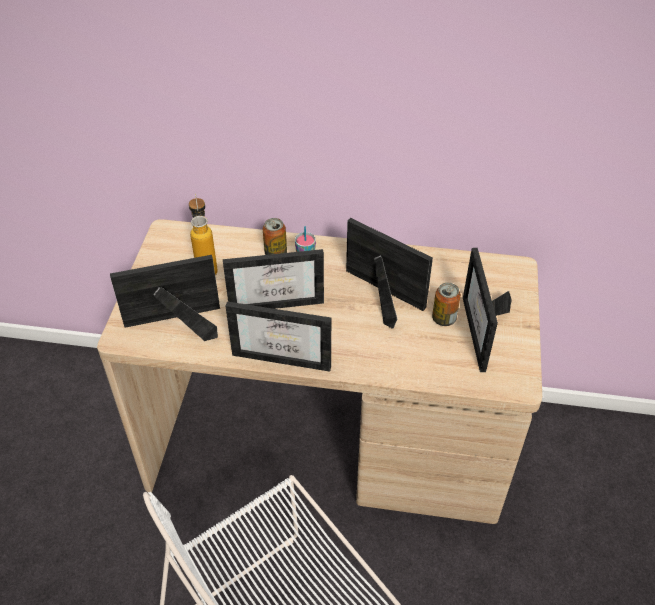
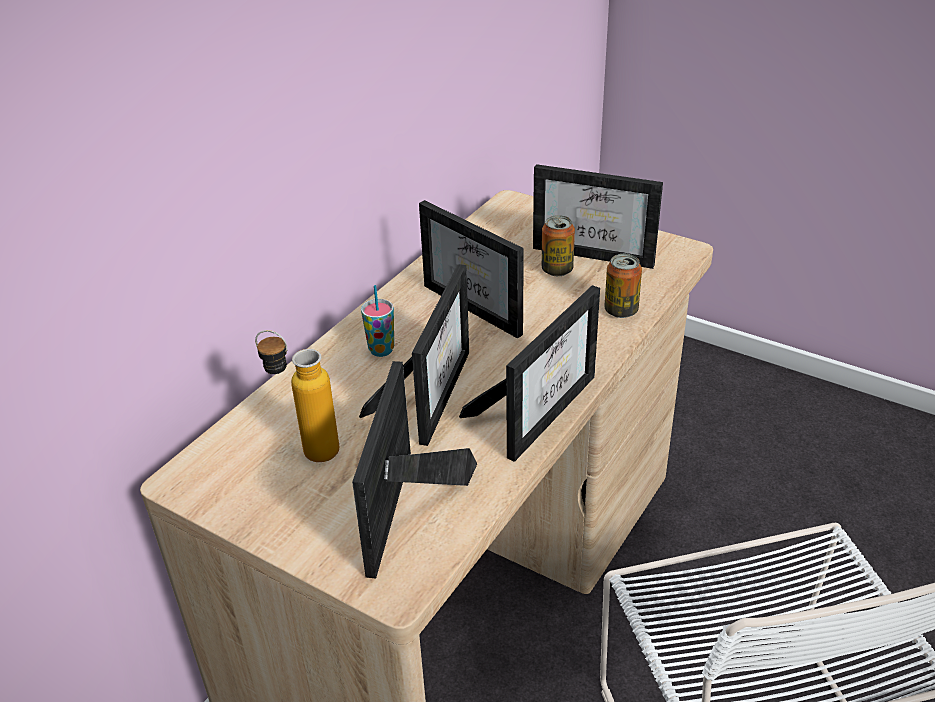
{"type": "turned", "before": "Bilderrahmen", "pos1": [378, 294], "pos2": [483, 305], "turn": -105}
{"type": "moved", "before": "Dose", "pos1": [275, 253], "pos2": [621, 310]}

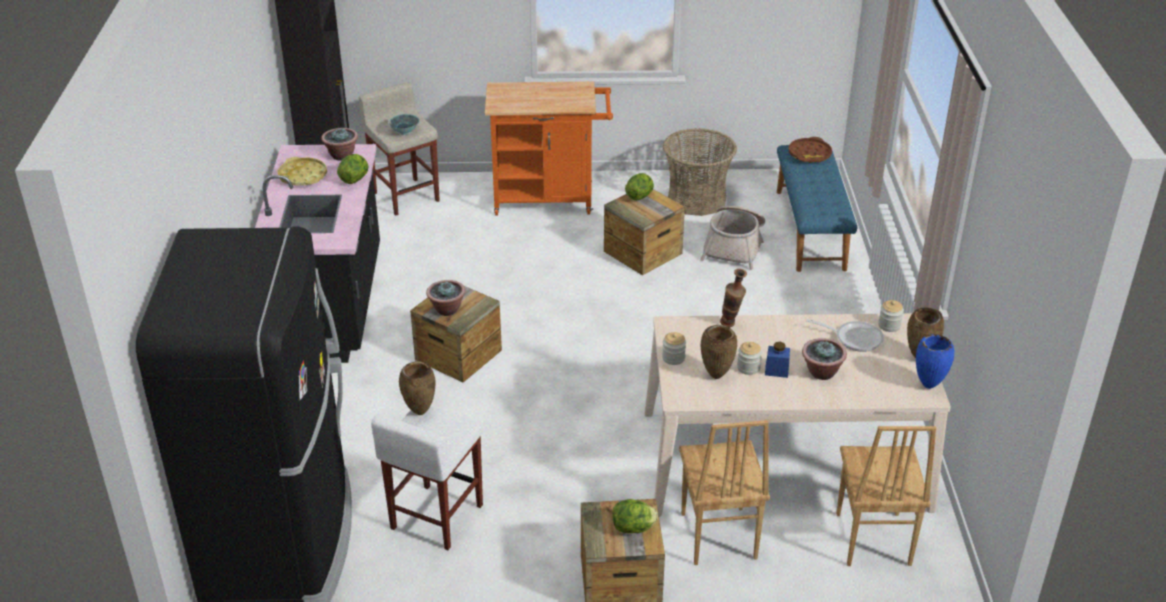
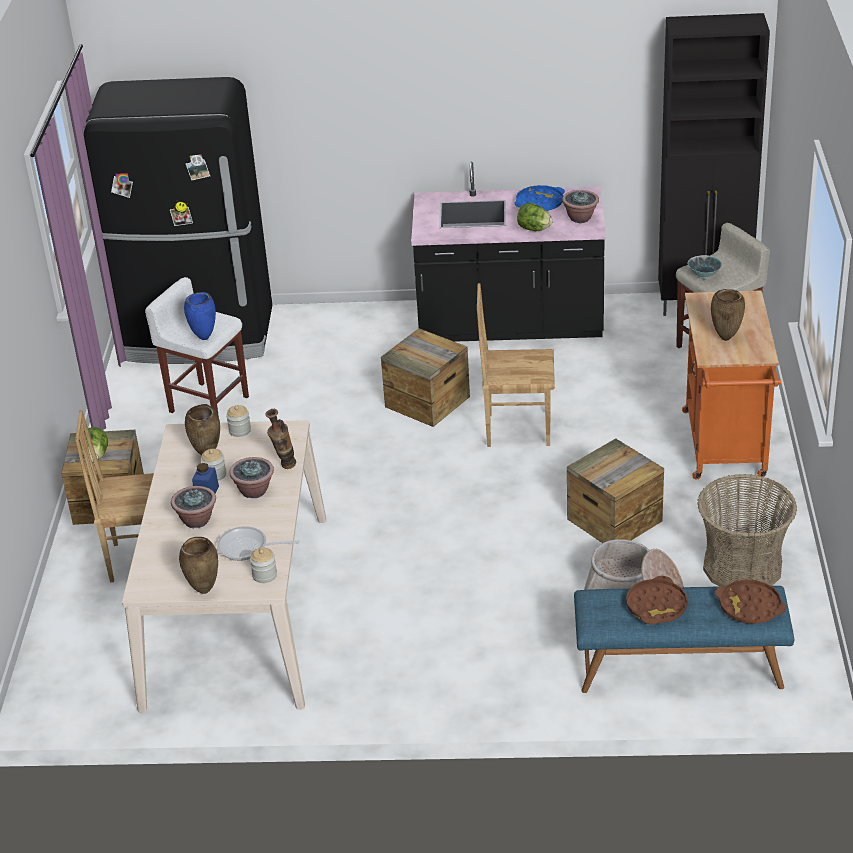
{"type": "moved", "before": "Vase (blau)", "pos1": [928, 386], "pos2": [203, 337]}
{"type": "turned", "before": "Pfanne", "pos1": [854, 338], "pos2": [247, 547], "turn": 75}
{"type": "moved", "before": "Topfpflanze", "pos1": [447, 310], "pos2": [254, 491]}
{"type": "moved", "before": "Stuhl (braun)", "pos1": [871, 540], "pos2": [517, 429]}
{"type": "recoloured", "before": "Tablett (gelb)", "after": "Tablett (blau)", "pos1": [303, 176], "pos2": [539, 203]}
{"type": "added", "after": "Tablett (braun)", "pos2": [656, 606]}
{"type": "moved", "before": "Vase (braun)", "pos1": [419, 412], "pos2": [726, 338]}
{"type": "removed", "before": "Salatkopf", "pos1": [640, 196]}

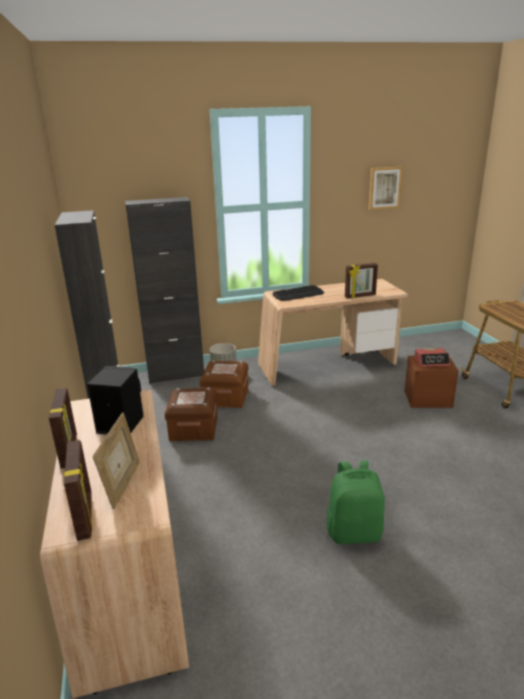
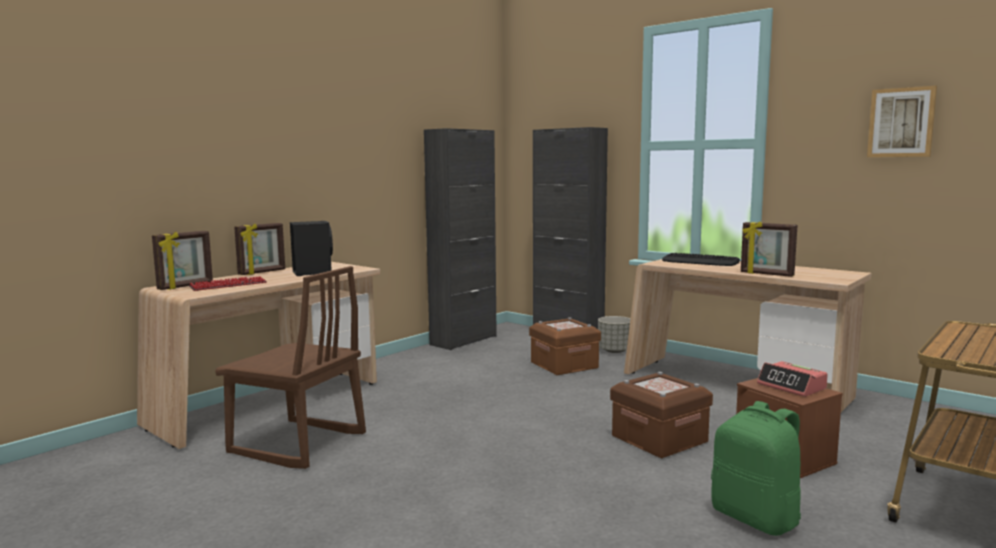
{"type": "replaced", "before": "Bilderrahmen", "after": "Tastatur", "pos1": [123, 485], "pos2": [228, 285]}
{"type": "added", "after": "Stuhl (braun)", "pos2": [297, 444]}
{"type": "moved", "before": "Aufbewahrungsbox (braun)", "pos1": [194, 428], "pos2": [659, 439]}
{"type": "moved", "before": "Rucksack (grün)", "pos1": [354, 532], "pos2": [756, 518]}

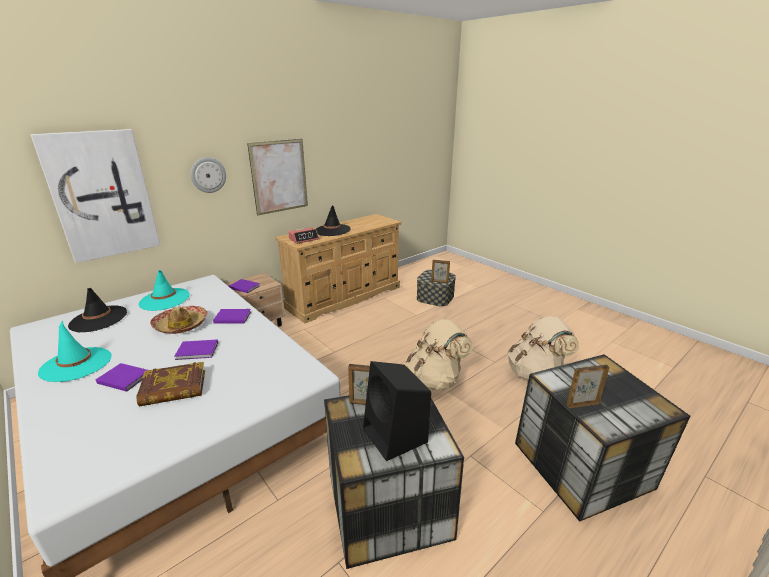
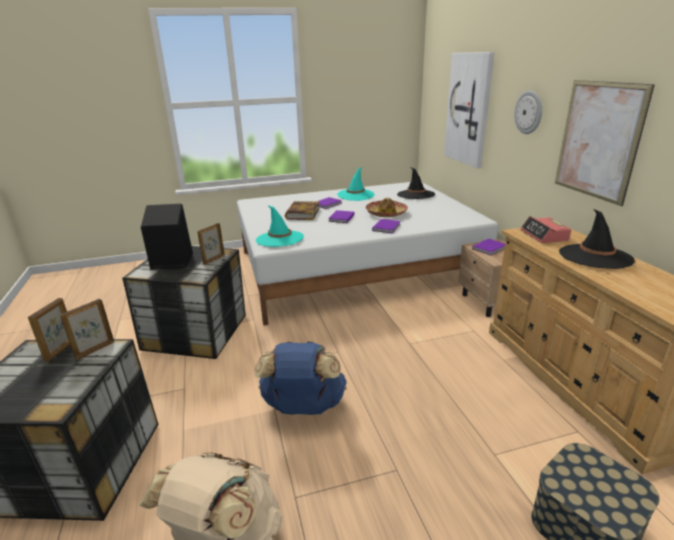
{"type": "moved", "before": "Bilderrahmen", "pos1": [439, 282], "pos2": [94, 350]}
{"type": "moved", "before": "Hut (türkis)", "pos1": [164, 299], "pos2": [279, 239]}
{"type": "recoloured", "before": "Rucksack (beige)", "after": "Rucksack (blau)", "pos1": [435, 379], "pos2": [303, 408]}

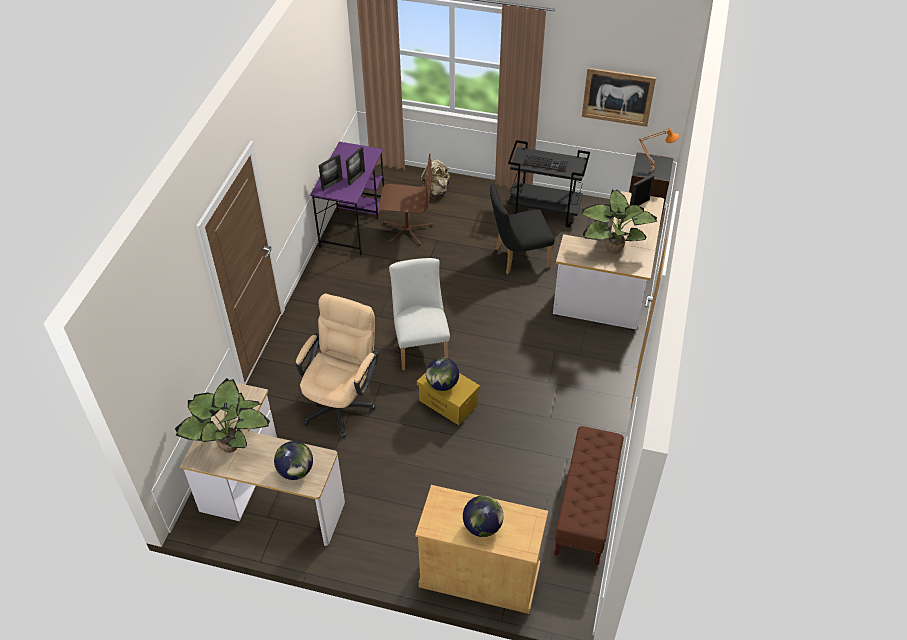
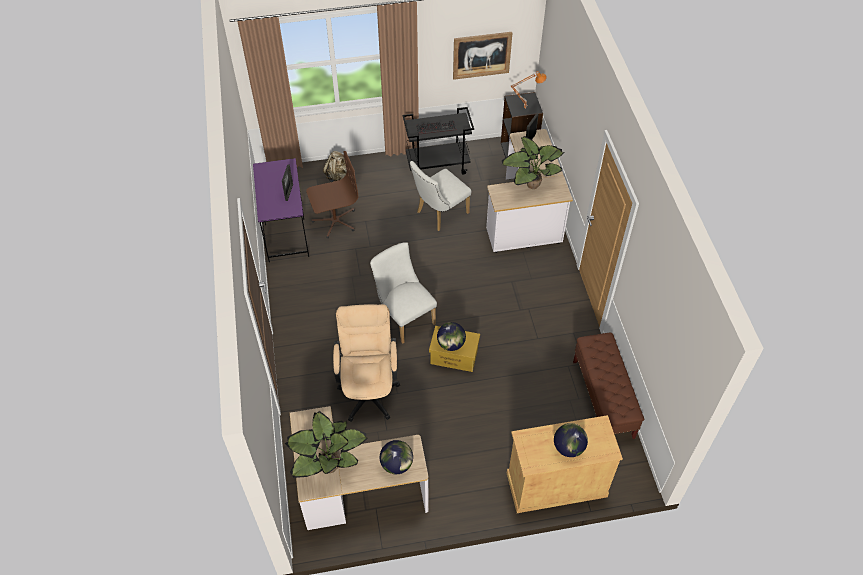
{"type": "recoloured", "before": "Stuhl (schwarz)", "after": "Stuhl (weiß)", "pos1": [517, 258], "pos2": [439, 214]}
{"type": "removed", "before": "Bilderrahmen", "pos1": [332, 184]}

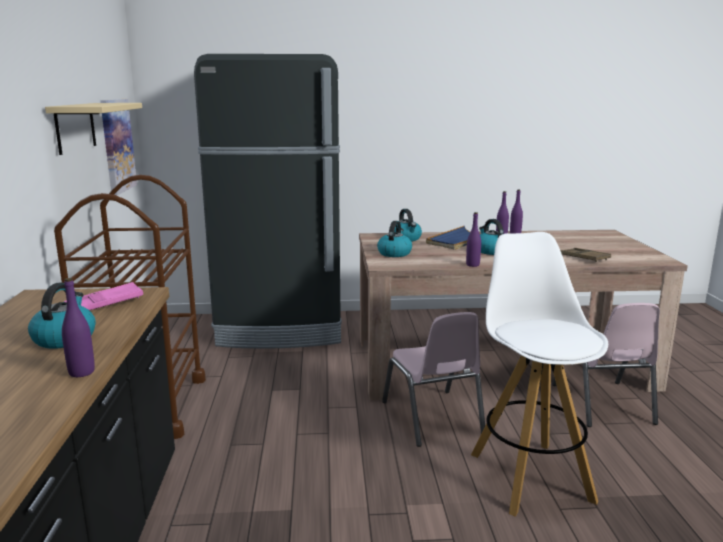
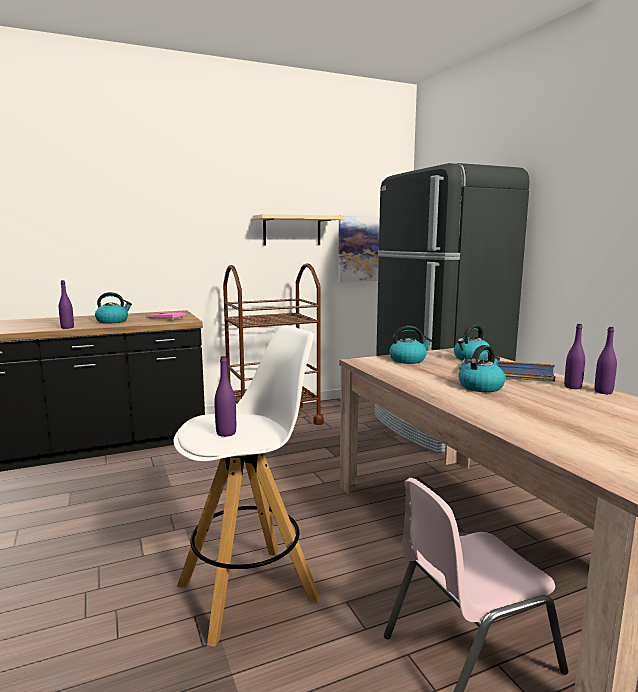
{"type": "moved", "before": "Flasche (lila)", "pos1": [472, 265], "pos2": [226, 433]}
{"type": "removed", "before": "Stuhl (rosa)", "pos1": [432, 418]}
{"type": "removed", "before": "Tablett (braun)", "pos1": [584, 258]}

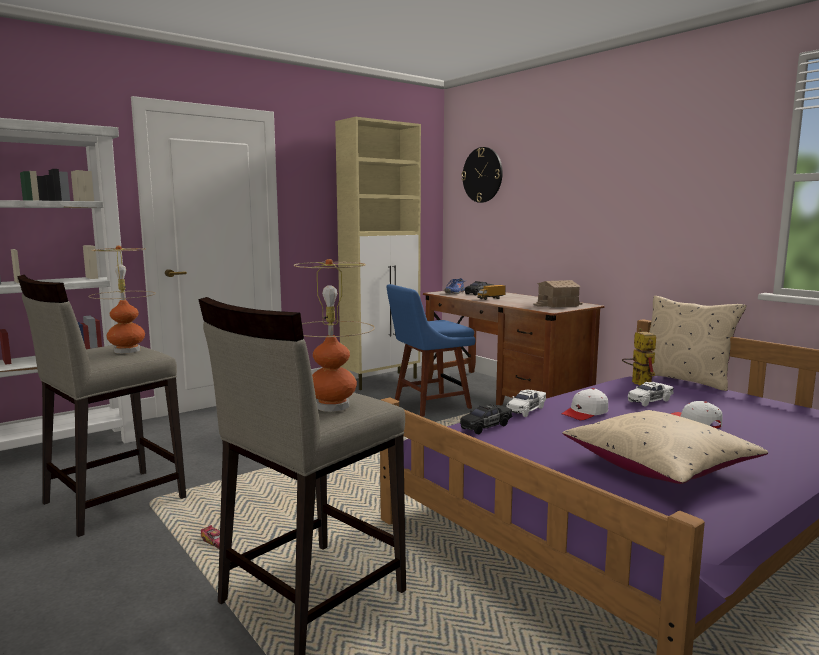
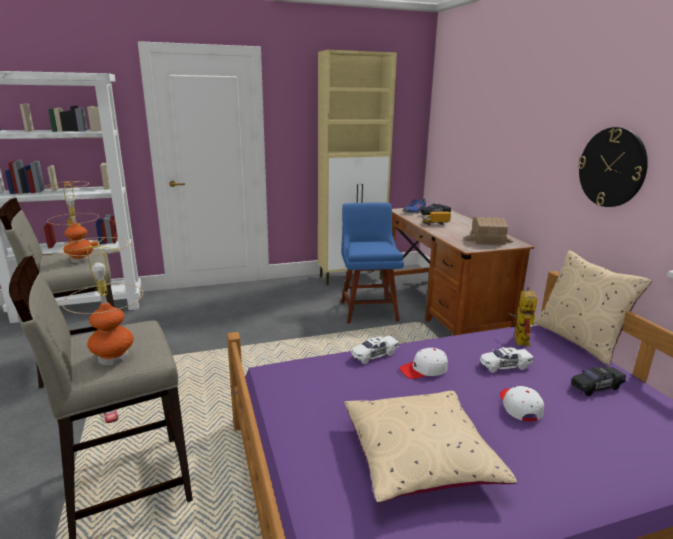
{"type": "turned", "before": "Stuhl (blau)", "pos1": [428, 404], "pos2": [368, 309], "turn": 90}
{"type": "moved", "before": "Spielzeugauto (schwarz)", "pos1": [485, 426], "pos2": [596, 387]}
{"type": "moved", "before": "Wanduhr", "pos1": [482, 175], "pos2": [612, 167]}

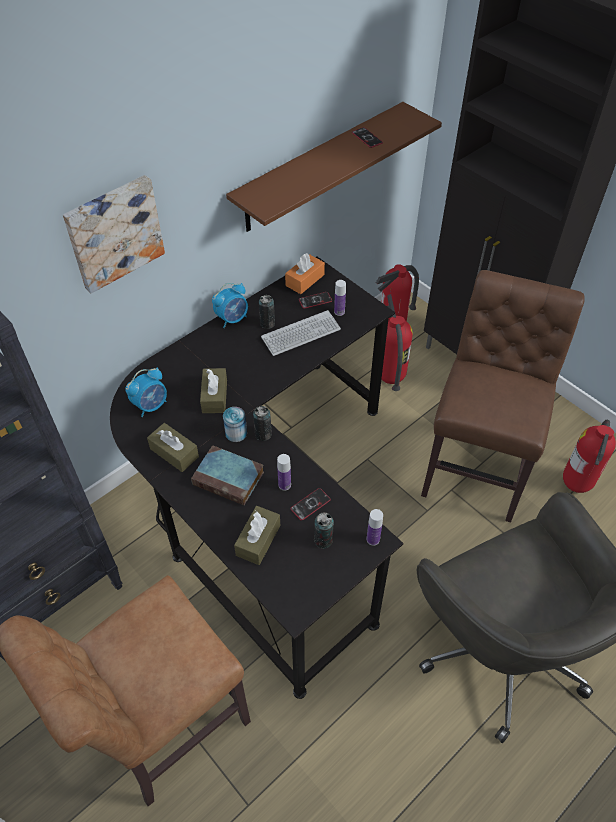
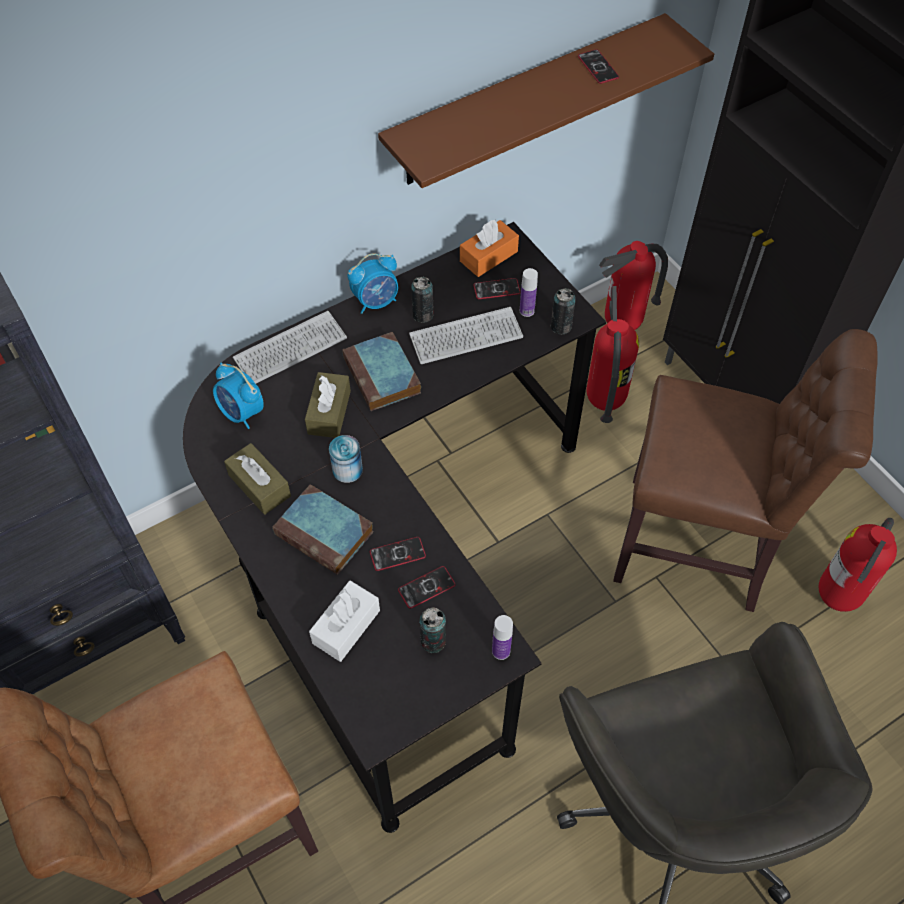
{"type": "turned", "before": "Wecker", "pos1": [151, 405], "pos2": [242, 413], "turn": 75}
{"type": "added", "after": "Tastatur", "pos2": [290, 349]}
{"type": "recoloured", "before": "Taschentuchbox (braun)", "after": "Taschentuchbox (weiß)", "pos1": [258, 540], "pos2": [346, 626]}
{"type": "added", "after": "Buch", "pos2": [383, 376]}
{"type": "replaced", "before": "Flasche", "after": "Handy", "pos1": [284, 485], "pos2": [397, 554]}
{"type": "moved", "before": "Dose", "pos1": [263, 434], "pos2": [561, 326]}
{"type": "turned", "before": "Stuhl (braun)", "pos1": [477, 464], "pos2": [701, 546], "turn": 75}
{"type": "removed", "before": "Bild", "pos1": [114, 232]}

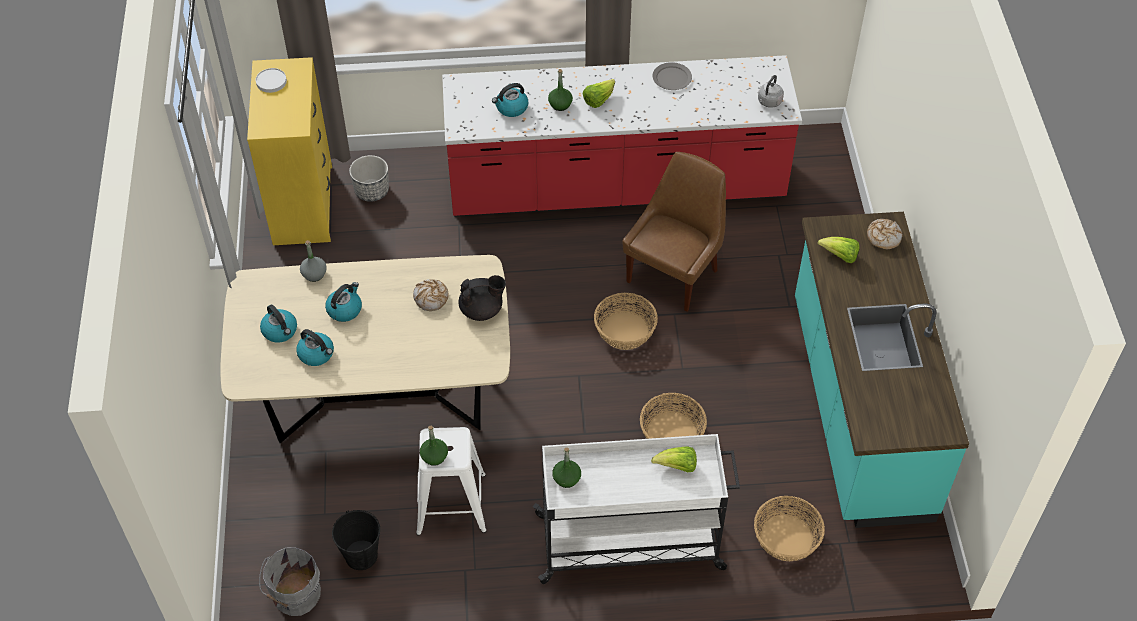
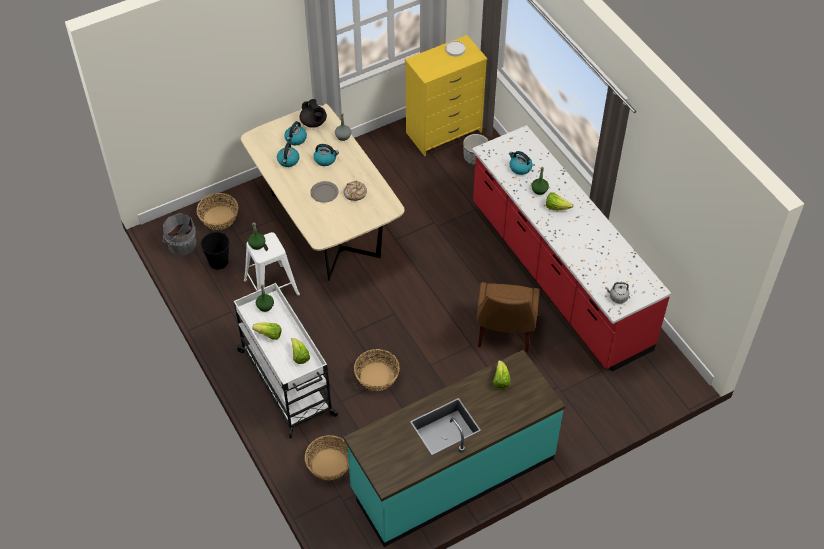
{"type": "moved", "before": "Korb", "pos1": [625, 331], "pos2": [219, 218]}
{"type": "added", "after": "Salatkopf", "pos2": [269, 335]}
{"type": "moved", "before": "Teekanne (schwarz)", "pos1": [482, 310], "pos2": [314, 123]}
{"type": "moved", "before": "Teller (grau)", "pos1": [672, 78], "pos2": [324, 193]}
{"type": "turned", "before": "Stuhl (braun)", "pos1": [674, 274], "pos2": [504, 333], "turn": 90}
{"type": "removed", "before": "Brot", "pos1": [883, 237]}

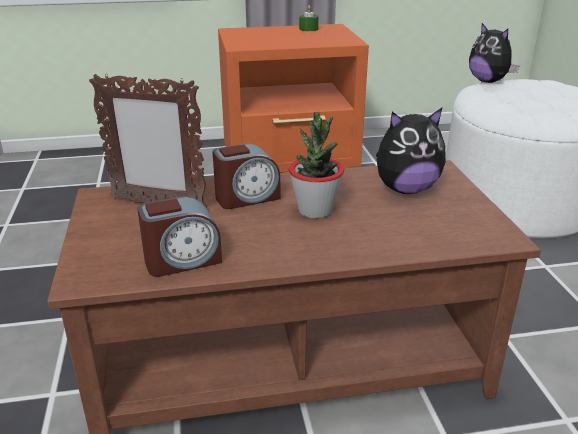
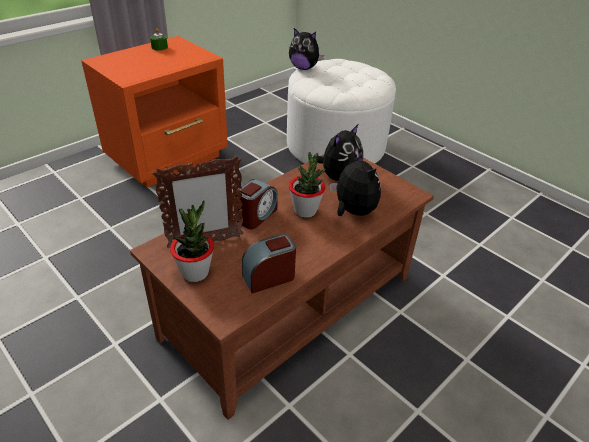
{"type": "added", "after": "Topfpflanze", "pos2": [195, 272]}
{"type": "turned", "before": "Wecker", "pos1": [182, 261], "pos2": [269, 277], "turn": -150}
{"type": "added", "after": "Plüschtier", "pos2": [352, 212]}

